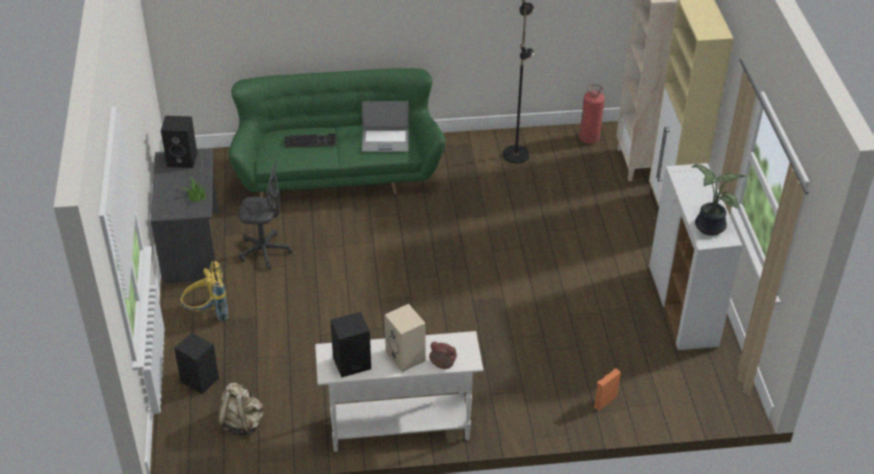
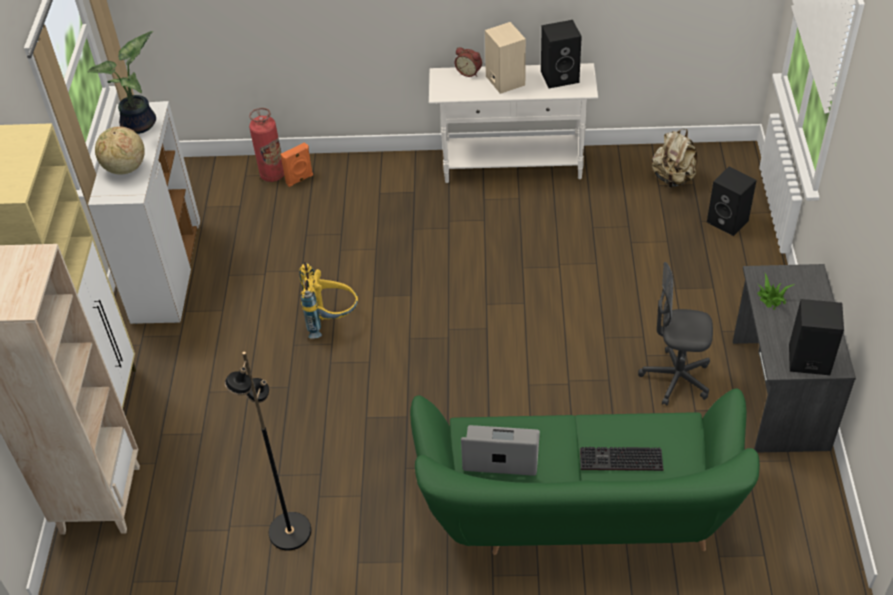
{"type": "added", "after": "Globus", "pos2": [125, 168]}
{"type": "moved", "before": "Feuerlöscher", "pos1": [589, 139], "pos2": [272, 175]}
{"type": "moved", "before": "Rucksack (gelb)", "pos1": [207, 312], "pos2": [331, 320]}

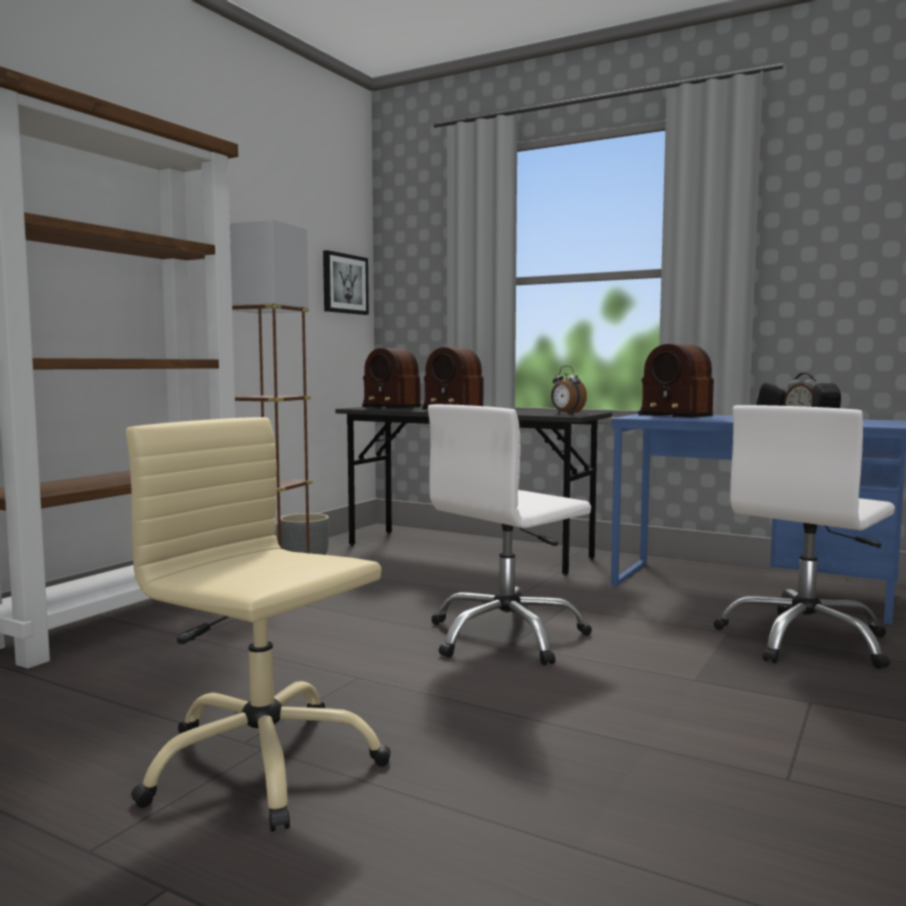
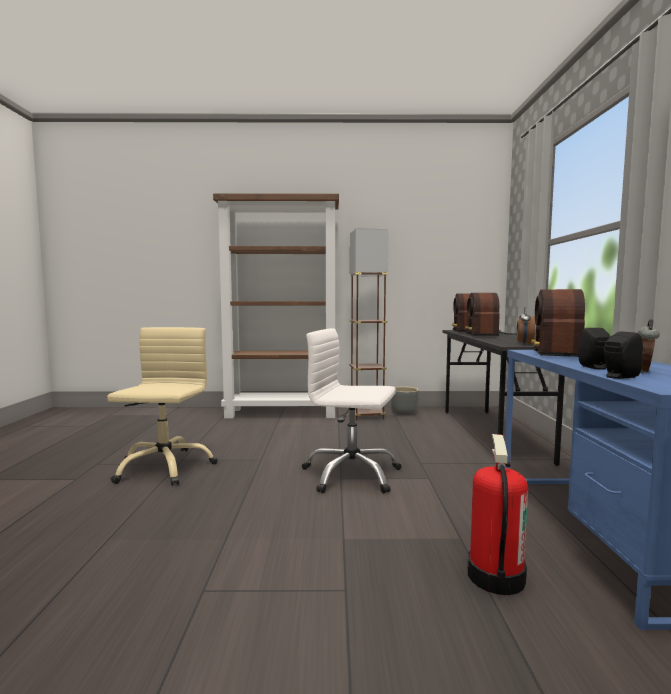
{"type": "replaced", "before": "Bürostuhl (weiß)", "after": "Feuerlöscher", "pos1": [805, 640], "pos2": [494, 576]}
{"type": "removed", "before": "Bild", "pos1": [344, 284]}

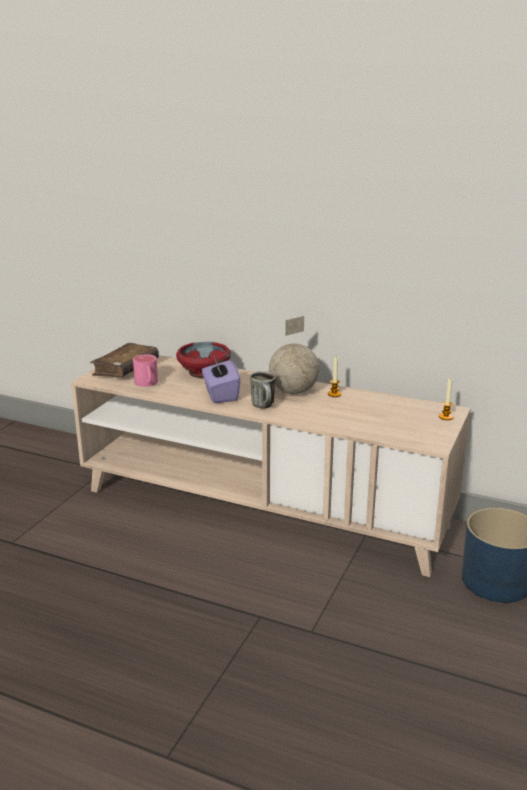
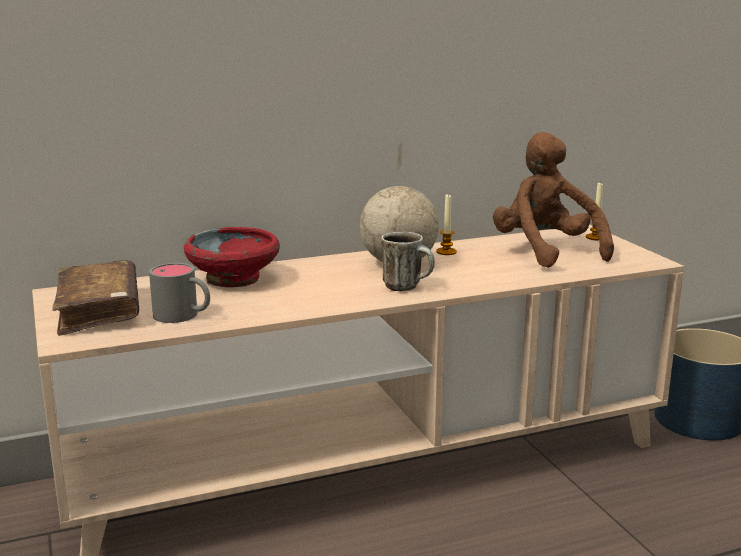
{"type": "recoloured", "before": "Henkelbecher (rosa)", "after": "Henkelbecher (grau)", "pos1": [147, 384], "pos2": [184, 316]}
{"type": "added", "after": "Plüschtier (braun)", "pos2": [545, 252]}
{"type": "removed", "before": "Taschentuchbox (lila)", "pos1": [220, 394]}

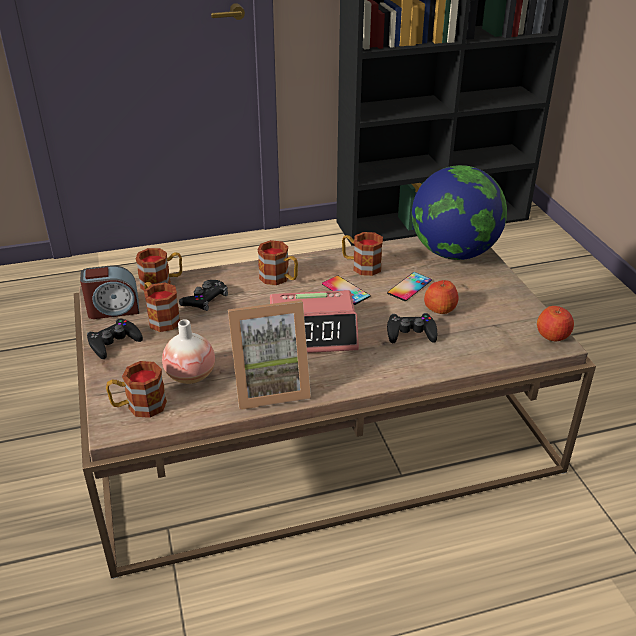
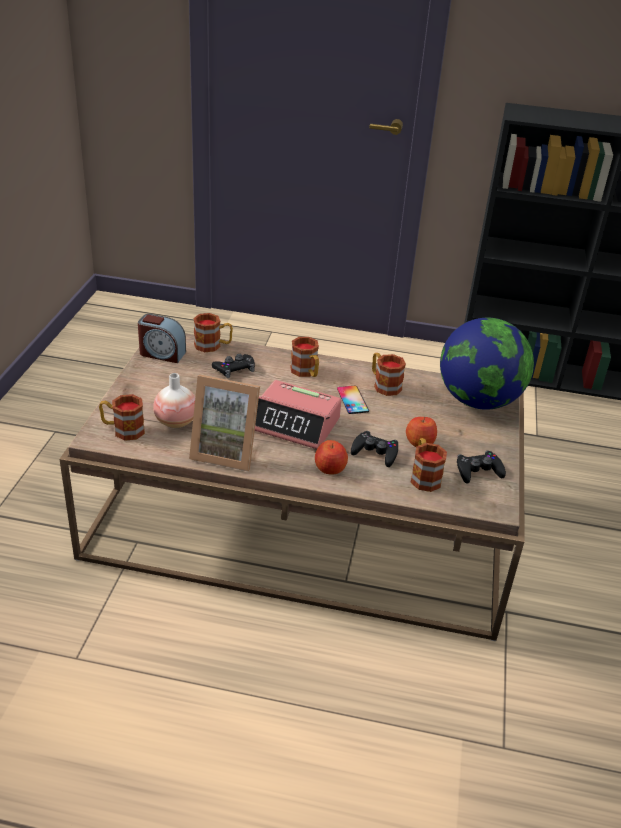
{"type": "moved", "before": "Apfel", "pos1": [553, 335], "pos2": [330, 468]}
{"type": "moved", "before": "Henkelbecher", "pos1": [161, 318], "pos2": [423, 476]}
{"type": "moved", "before": "Gamepad (schwarz)", "pos1": [114, 342], "pos2": [478, 471]}
{"type": "removed", "before": "Handy", "pos1": [409, 287]}

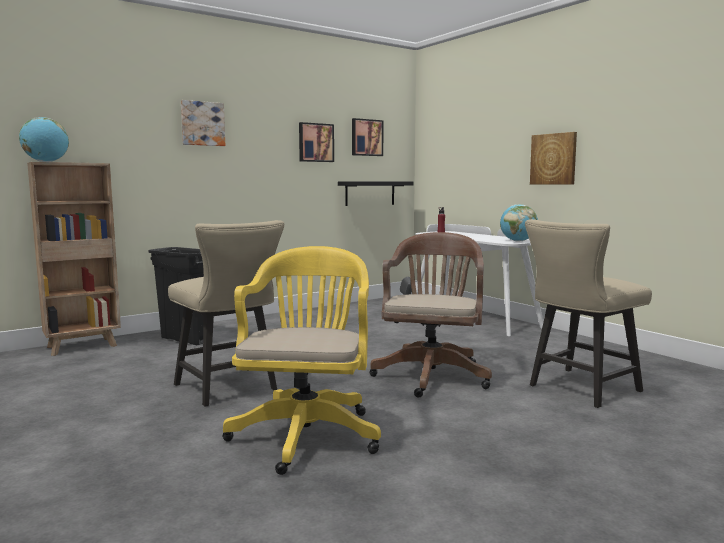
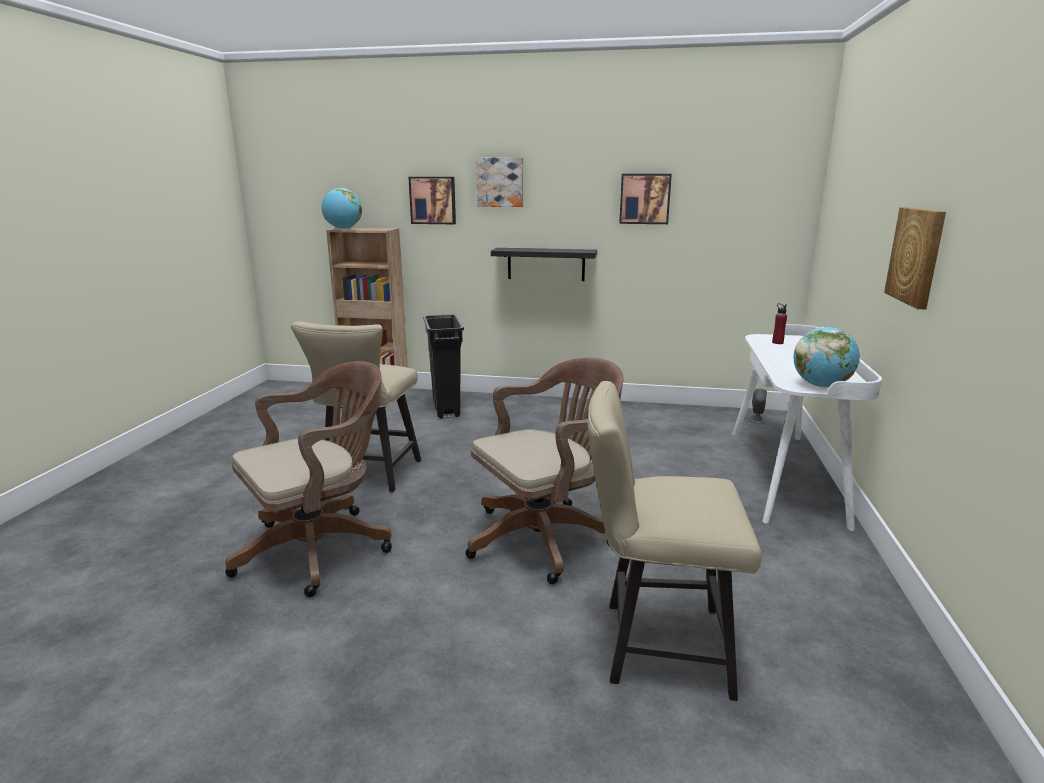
{"type": "recoloured", "before": "Bürostuhl (gelb)", "after": "Bürostuhl (braun)", "pos1": [307, 432], "pos2": [321, 547]}
{"type": "moved", "before": "Bild", "pos1": [366, 137], "pos2": [433, 200]}
{"type": "moved", "before": "Wandregal (schwarz)", "pos1": [370, 193], "pos2": [546, 264]}

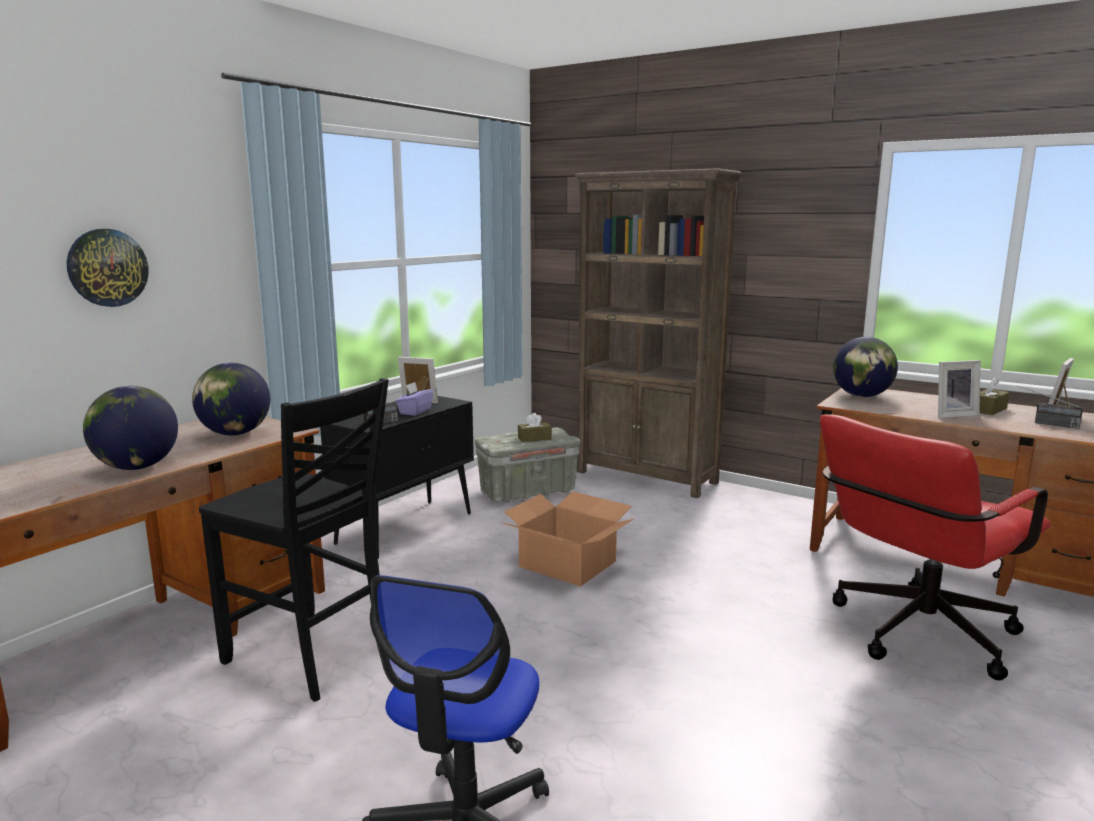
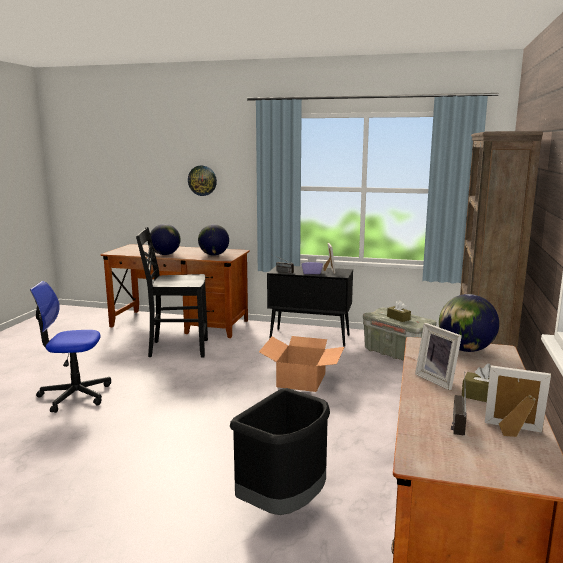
{"type": "turned", "before": "Stuhl (schwarz)", "pos1": [310, 657], "pos2": [177, 348], "turn": 75}
{"type": "replaced", "before": "Bürostuhl (rot)", "after": "Mülleimer (schwarz)", "pos1": [914, 636], "pos2": [284, 504]}

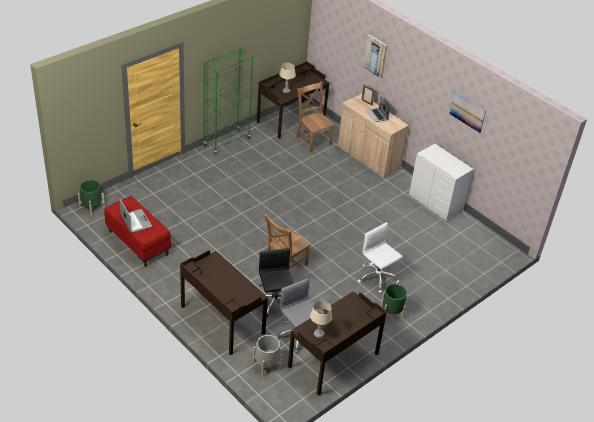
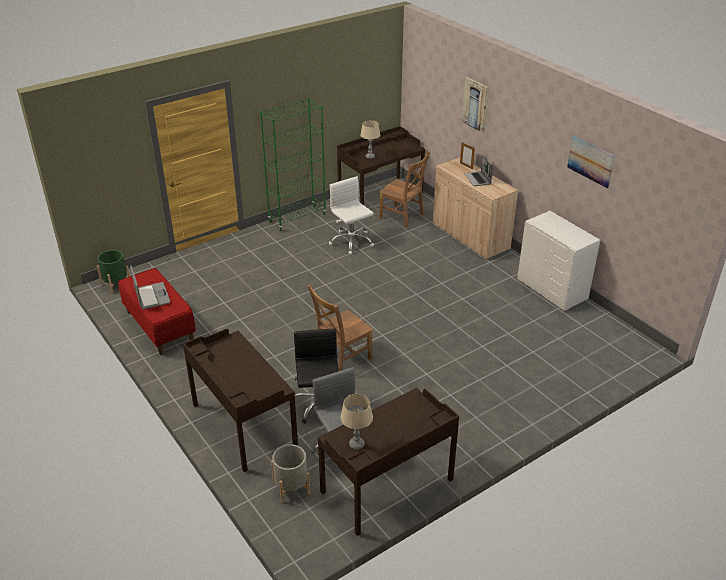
{"type": "moved", "before": "Bürostuhl (weiß)", "pos1": [377, 277], "pos2": [351, 241]}
{"type": "turned", "before": "Stuhl (braun)", "pos1": [313, 140], "pos2": [403, 217], "turn": 150}
{"type": "removed", "before": "Pflanzkübel (grün)", "pos1": [391, 312]}

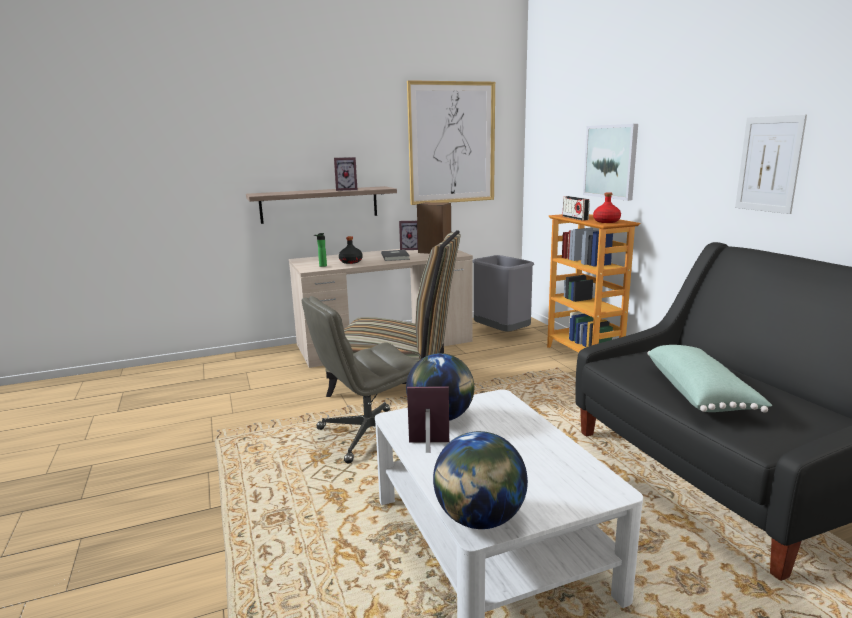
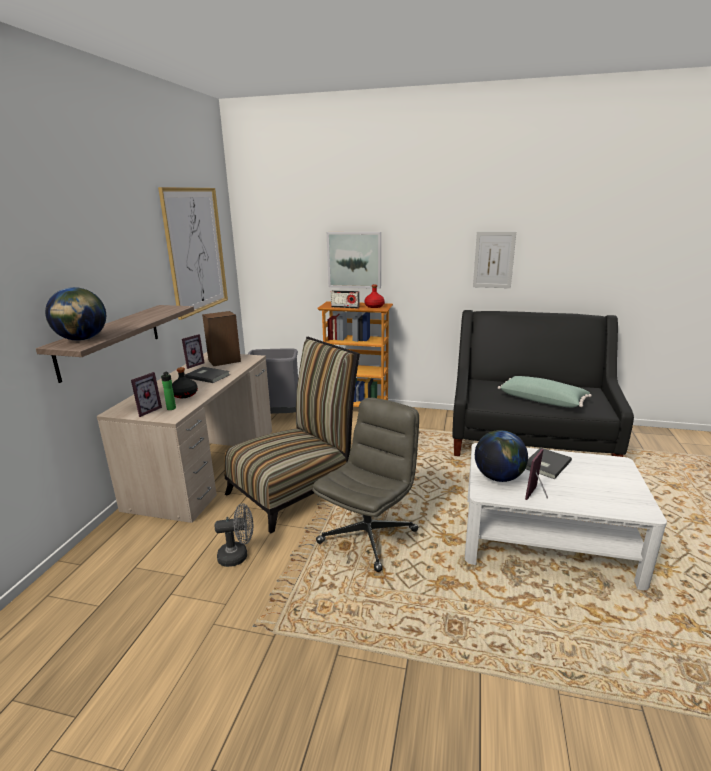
{"type": "moved", "before": "Globus", "pos1": [479, 519], "pos2": [82, 339]}
{"type": "moved", "before": "Bilderrahmen", "pos1": [347, 190], "pos2": [146, 410]}
{"type": "added", "after": "Ventilator (grau)", "pos2": [238, 556]}
{"type": "turned", "before": "Bürostuhl (grau)", "pos1": [367, 435], "pos2": [368, 535], "turn": -150}
{"type": "added", "after": "Buch (grau)", "pos2": [545, 464]}

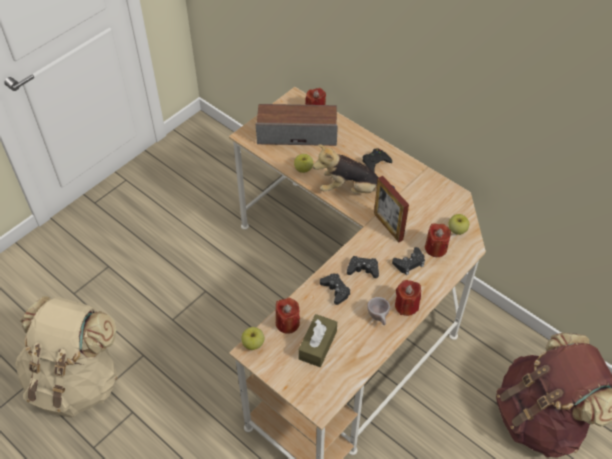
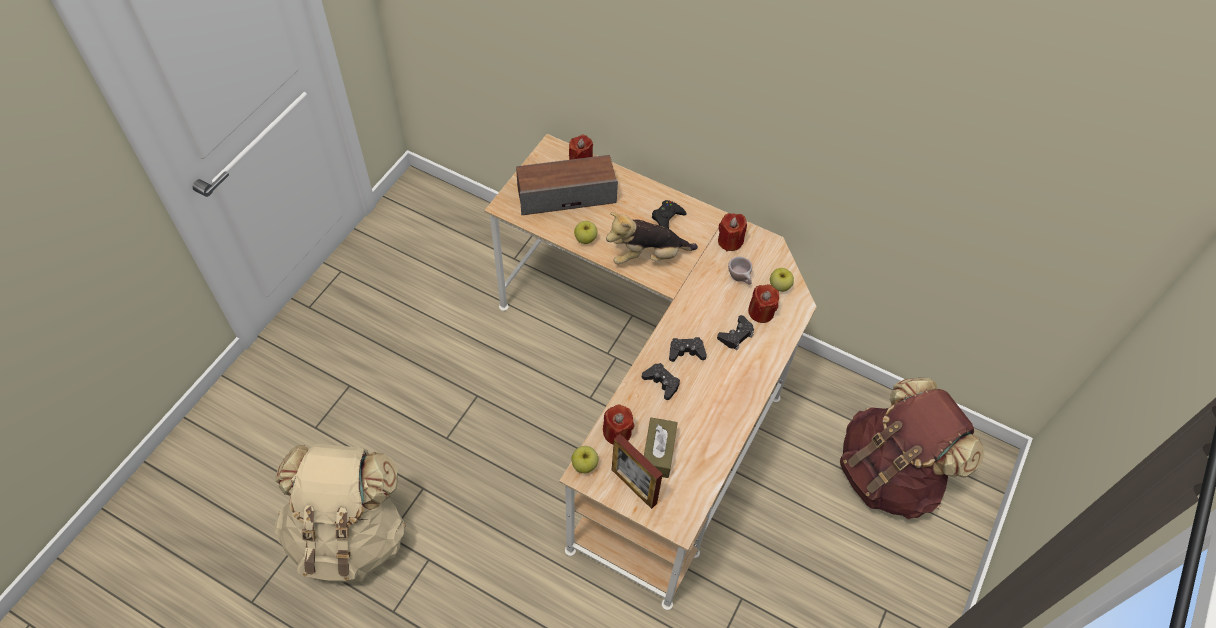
{"type": "moved", "before": "Bilderrahmen", "pos1": [388, 226], "pos2": [634, 486]}
{"type": "moved", "before": "Kerze (rot)", "pos1": [406, 306], "pos2": [730, 241]}
{"type": "moved", "before": "Tasse (beige)", "pos1": [379, 318], "pos2": [740, 279]}

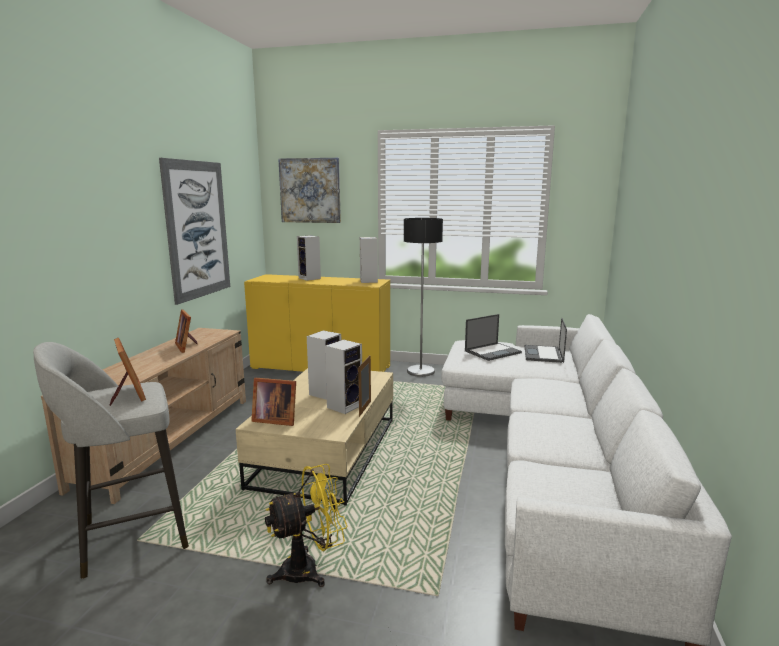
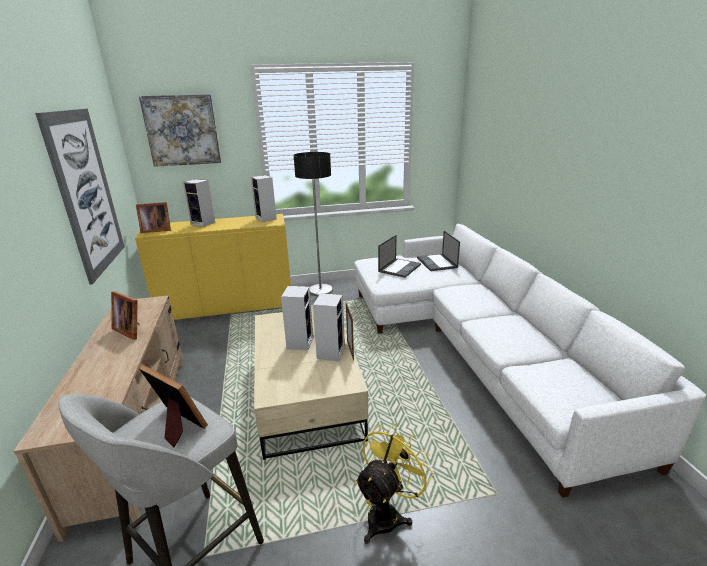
{"type": "moved", "before": "Bilderrahmen", "pos1": [274, 419], "pos2": [155, 230]}

